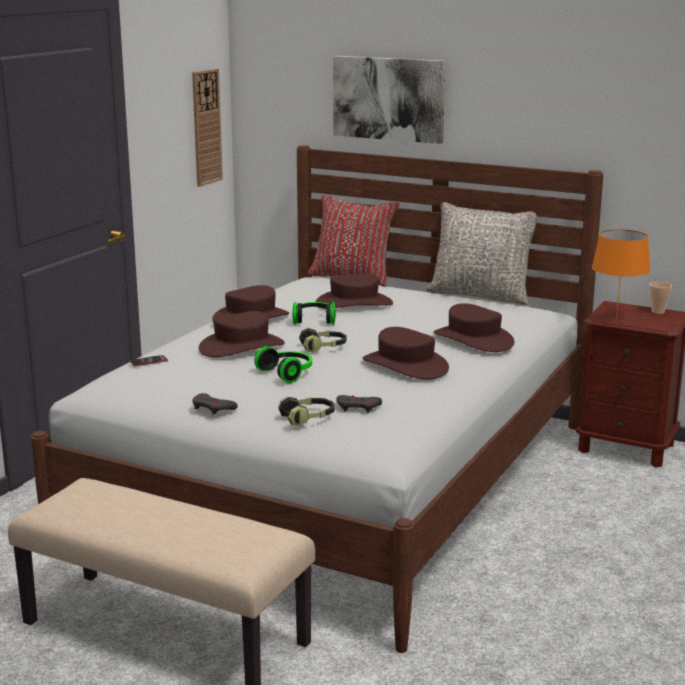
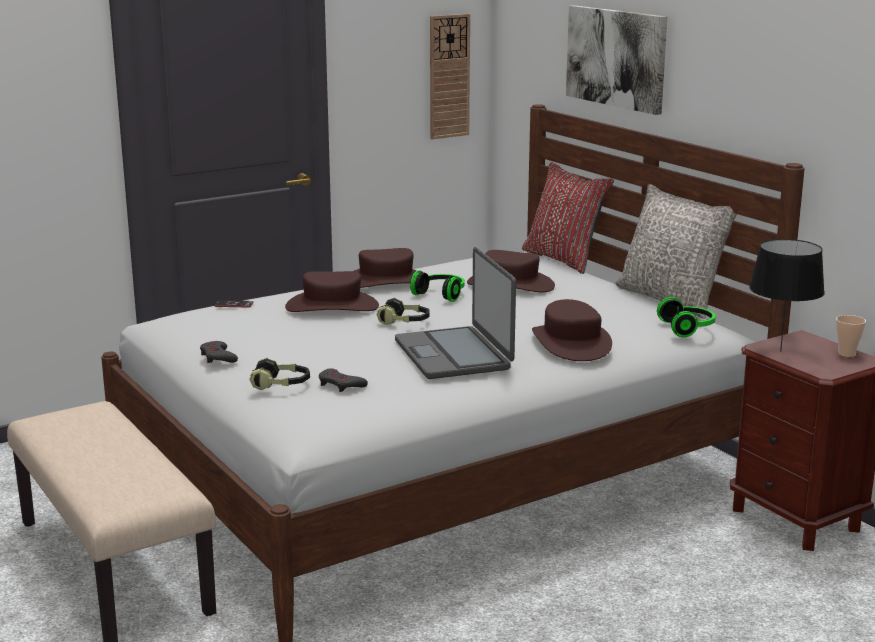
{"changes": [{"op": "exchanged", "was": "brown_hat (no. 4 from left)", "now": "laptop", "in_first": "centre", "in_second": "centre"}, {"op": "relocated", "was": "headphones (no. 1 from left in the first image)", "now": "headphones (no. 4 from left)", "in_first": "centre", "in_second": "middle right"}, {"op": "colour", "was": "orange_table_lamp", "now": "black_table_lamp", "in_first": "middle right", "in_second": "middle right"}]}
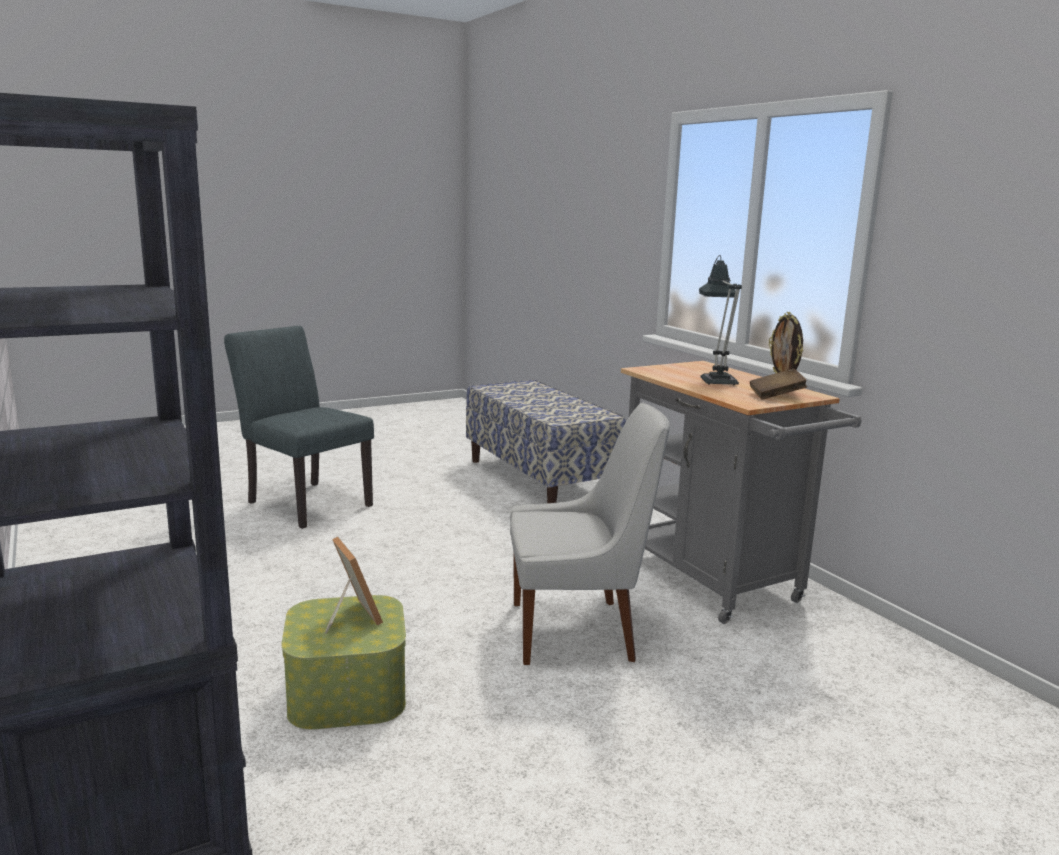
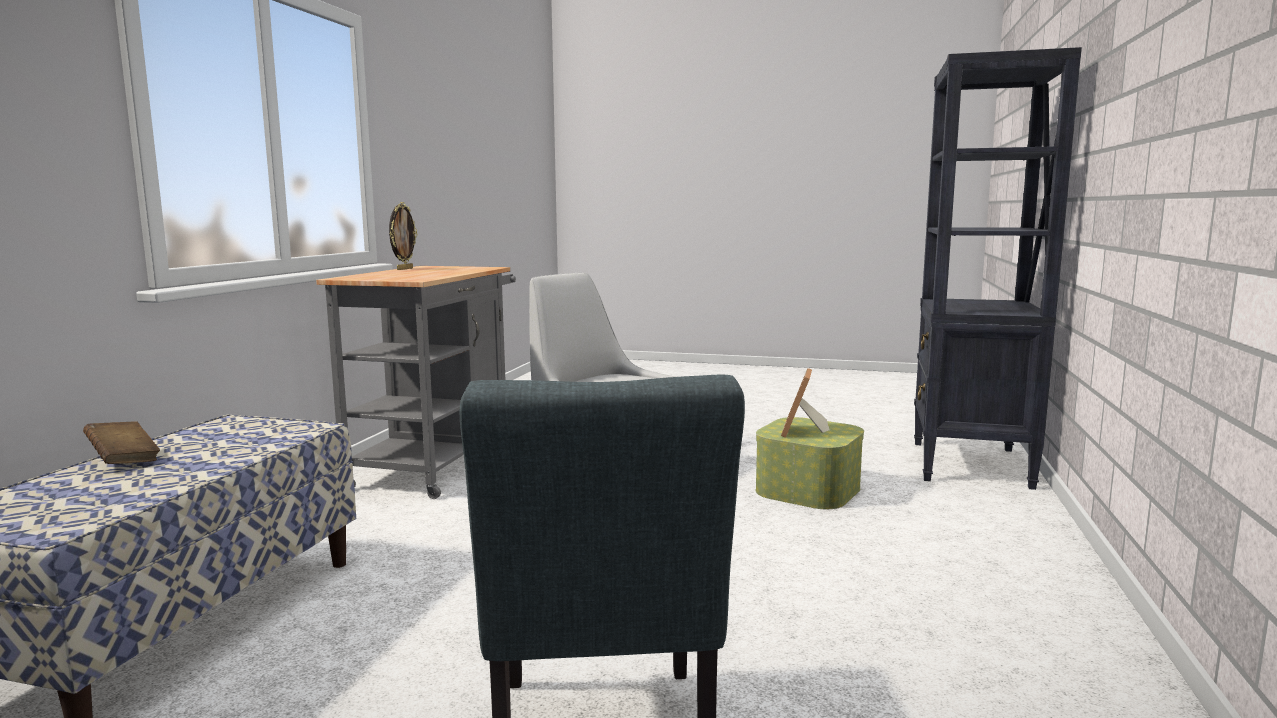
{"changes": [{"op": "relocated", "was": "brown_book", "in_first": "middle right", "in_second": "middle left"}, {"op": "missing", "was": "table_lamp", "in_first": "middle right"}]}
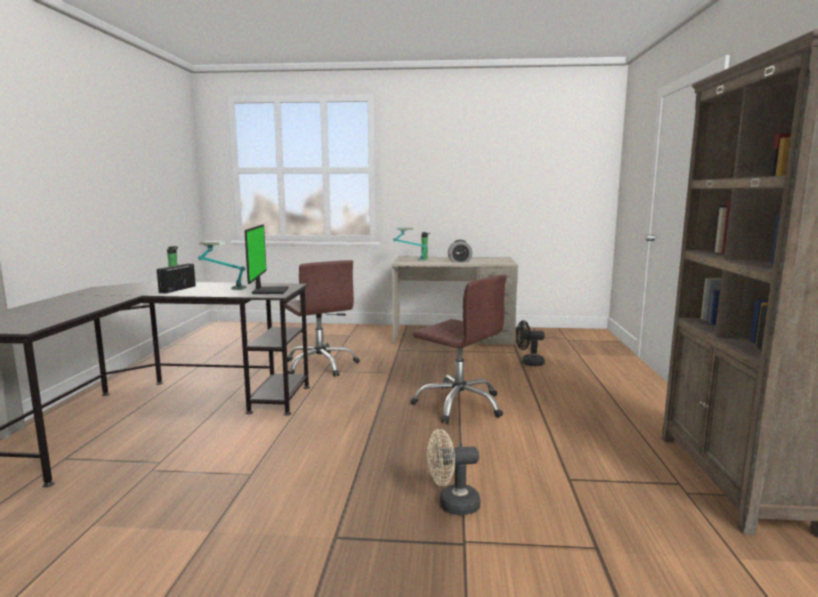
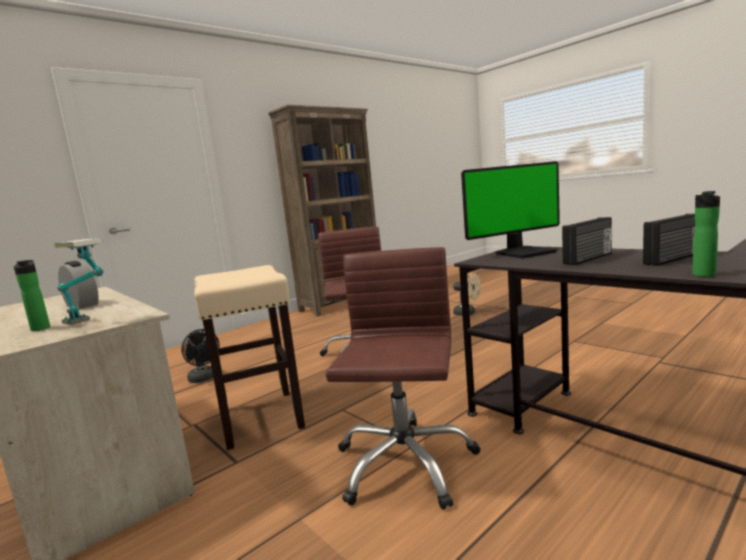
{"changes": [{"op": "appeared", "now": "beige_stool", "in_second": "centre"}, {"op": "spun", "was": "monitor", "in_first": "middle left", "in_second": "middle right", "clockwise": -150}, {"op": "exchanged", "was": "table_lamp (no. 1 from left)", "now": "radio (no. 1 from left)", "in_first": "middle left", "in_second": "middle right"}]}
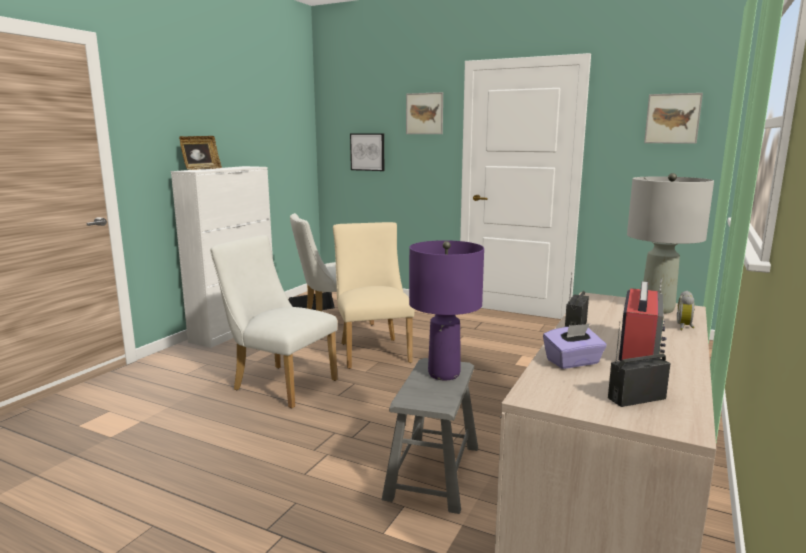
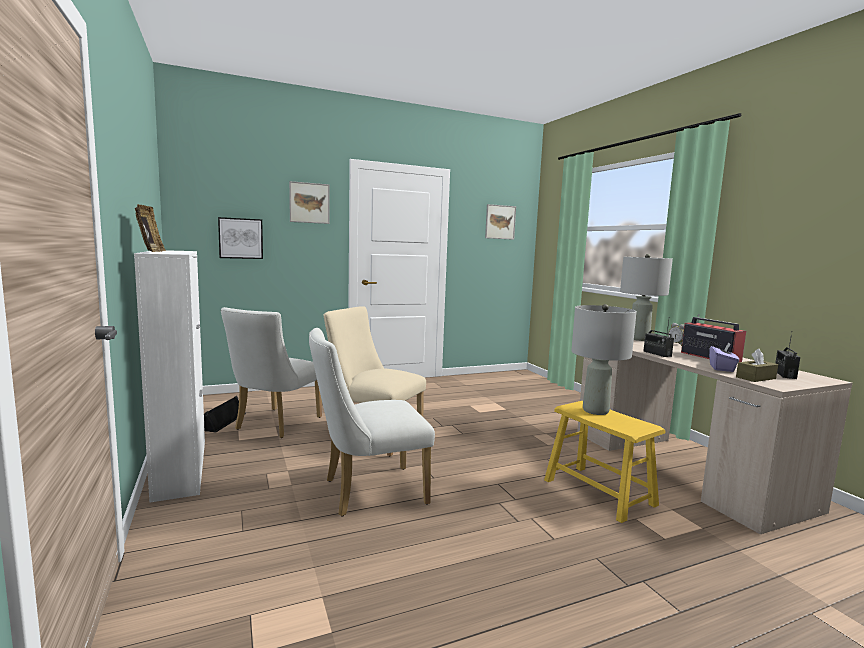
{"changes": [{"op": "colour", "was": "grey_stool", "now": "yellow_stool", "in_first": "bottom centre", "in_second": "bottom right"}, {"op": "colour", "was": "purple_table_lamp", "now": "grey_table_lamp (no. 1 from left)", "in_first": "centre", "in_second": "middle right"}, {"op": "appeared", "now": "brown_tissue_box", "in_second": "middle right"}]}
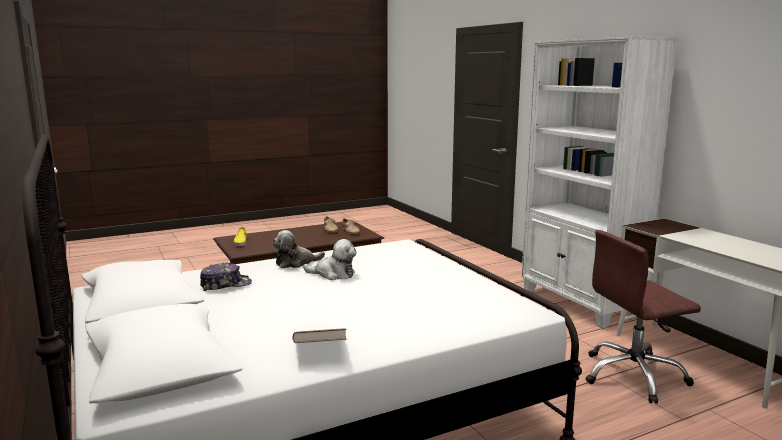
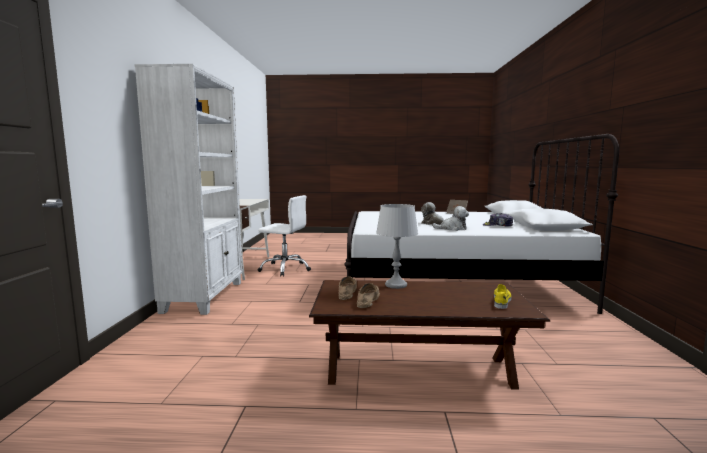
{"changes": [{"op": "colour", "was": "brown_office_chair", "now": "white_office_chair", "in_first": "bottom right", "in_second": "centre"}, {"op": "appeared", "now": "grey_table_lamp", "in_second": "centre"}]}
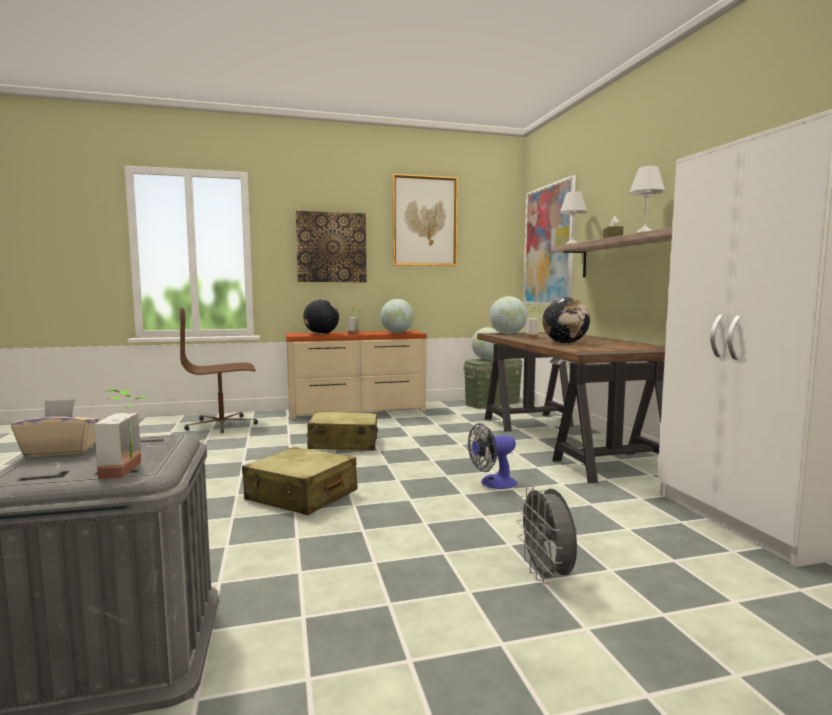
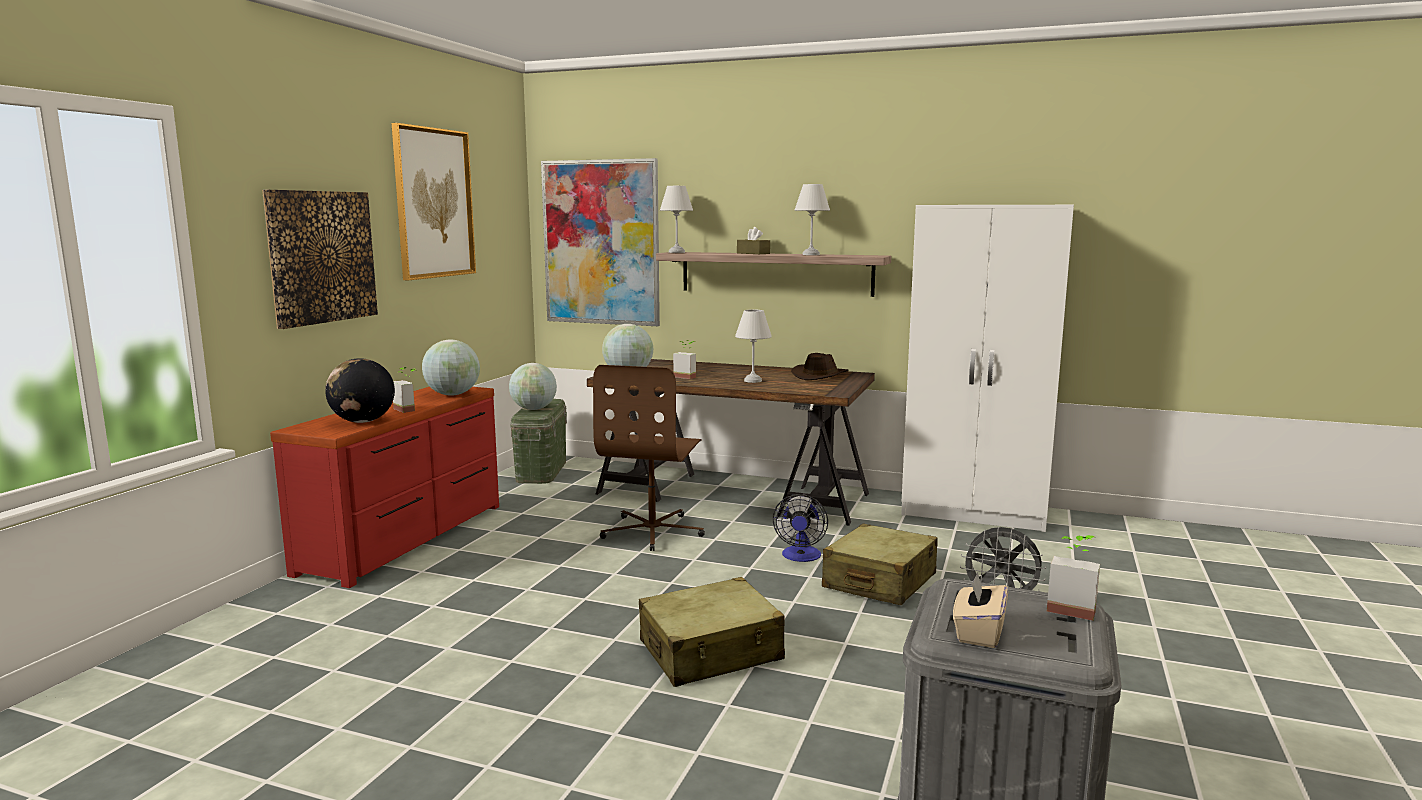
{"changes": [{"op": "colour", "was": "beige_dresser", "now": "red_dresser", "in_first": "centre", "in_second": "middle left"}, {"op": "relocated", "was": "brown_office_chair", "in_first": "middle left", "in_second": "centre"}, {"op": "exchanged", "was": "globe (no. 5 from left)", "now": "white_table_lamp (no. 2 from left)", "in_first": "middle right", "in_second": "centre"}, {"op": "appeared", "now": "brown_hat", "in_second": "centre"}, {"op": "relocated", "was": "beige_suitcase (no. 2 from left)", "in_first": "centre", "in_second": "bottom centre"}]}
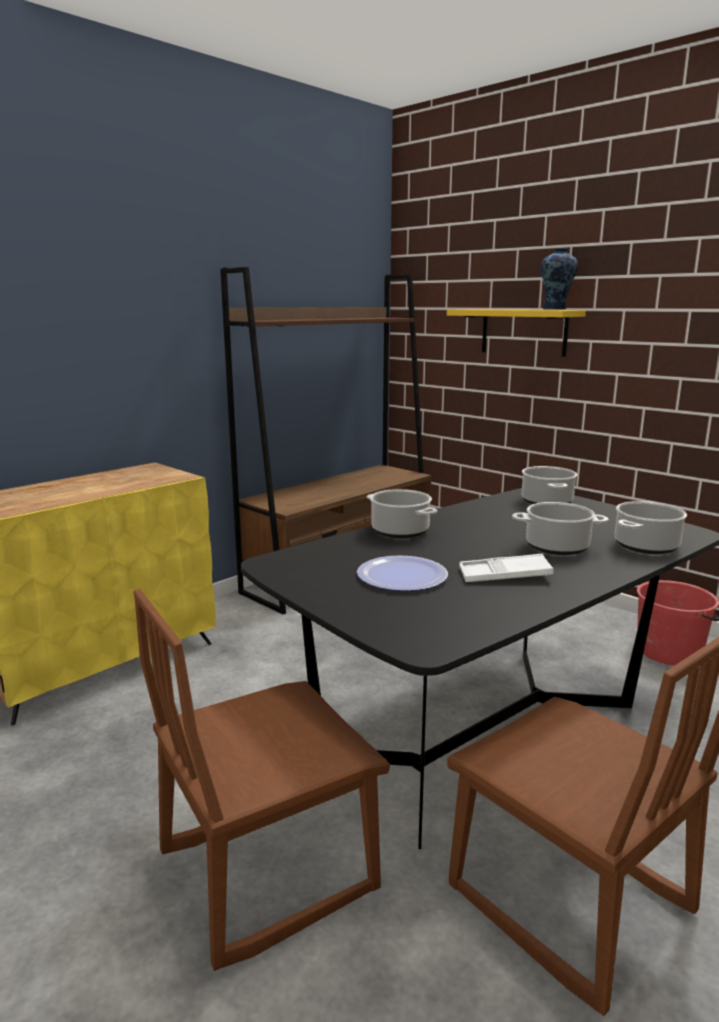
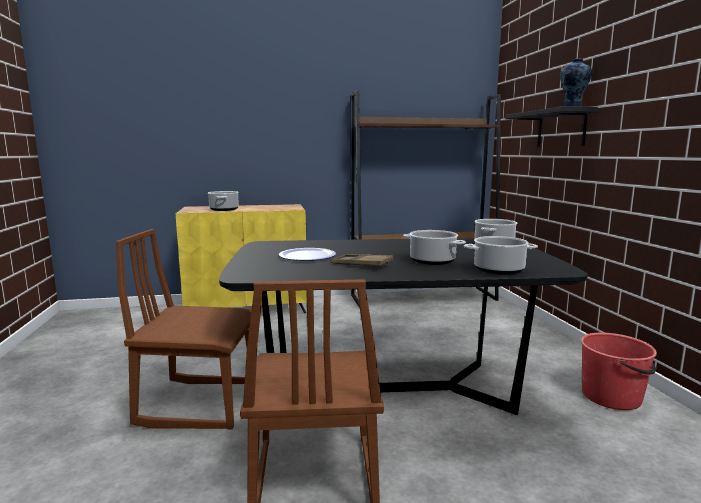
{"changes": [{"op": "relocated", "was": "cooking_pot (no. 1 from left)", "in_first": "centre", "in_second": "middle left"}, {"op": "colour", "was": "white_tray", "now": "brown_tray", "in_first": "middle right", "in_second": "centre"}, {"op": "colour", "was": "yellow_shelf", "now": "black_shelf", "in_first": "top right", "in_second": "top right"}]}
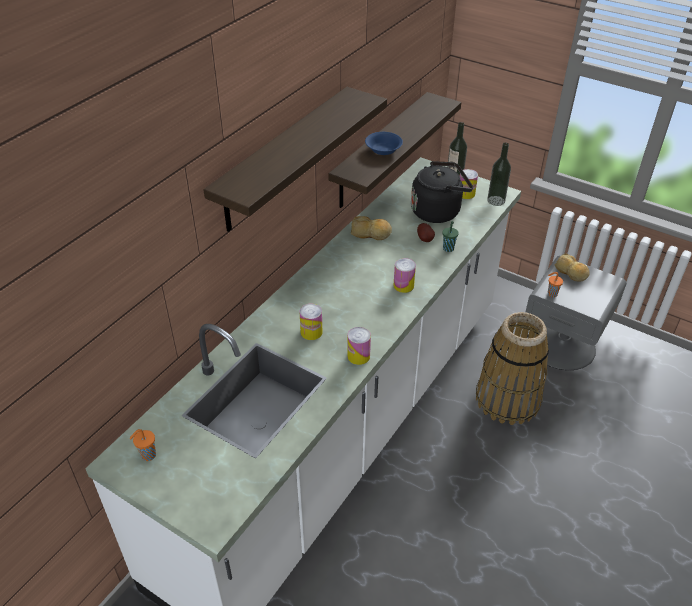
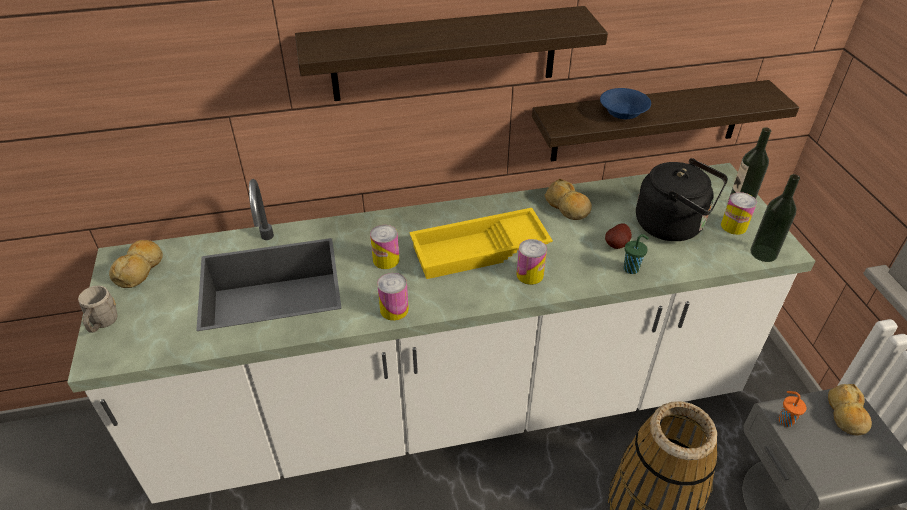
{"changes": [{"op": "appeared", "now": "grey_mug", "in_second": "middle left"}, {"op": "exchanged", "was": "orange_cup (no. 1 from left)", "now": "bread (no. 1 from left)", "in_first": "bottom left", "in_second": "middle left"}, {"op": "appeared", "now": "yellow_tray", "in_second": "centre"}]}
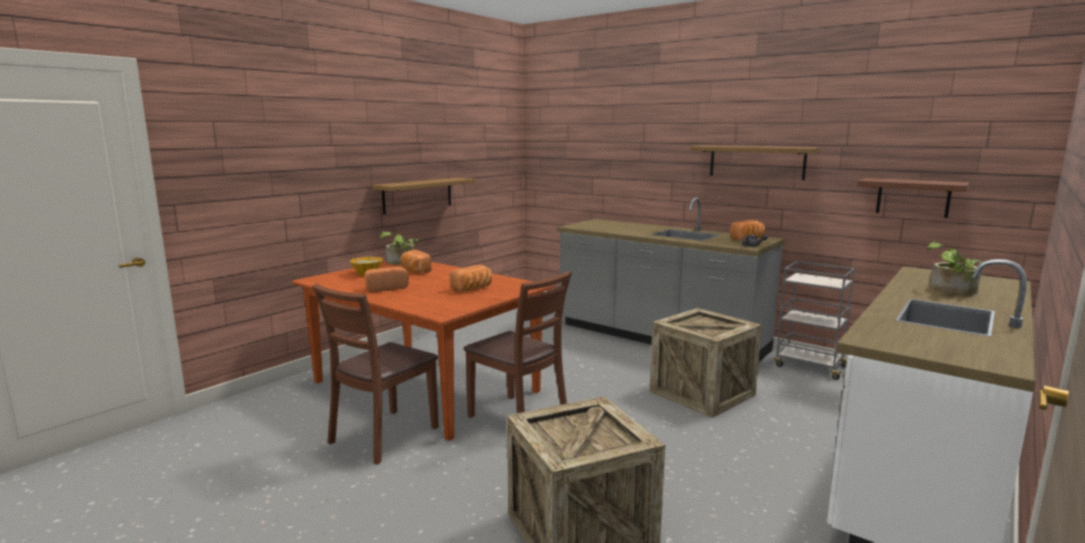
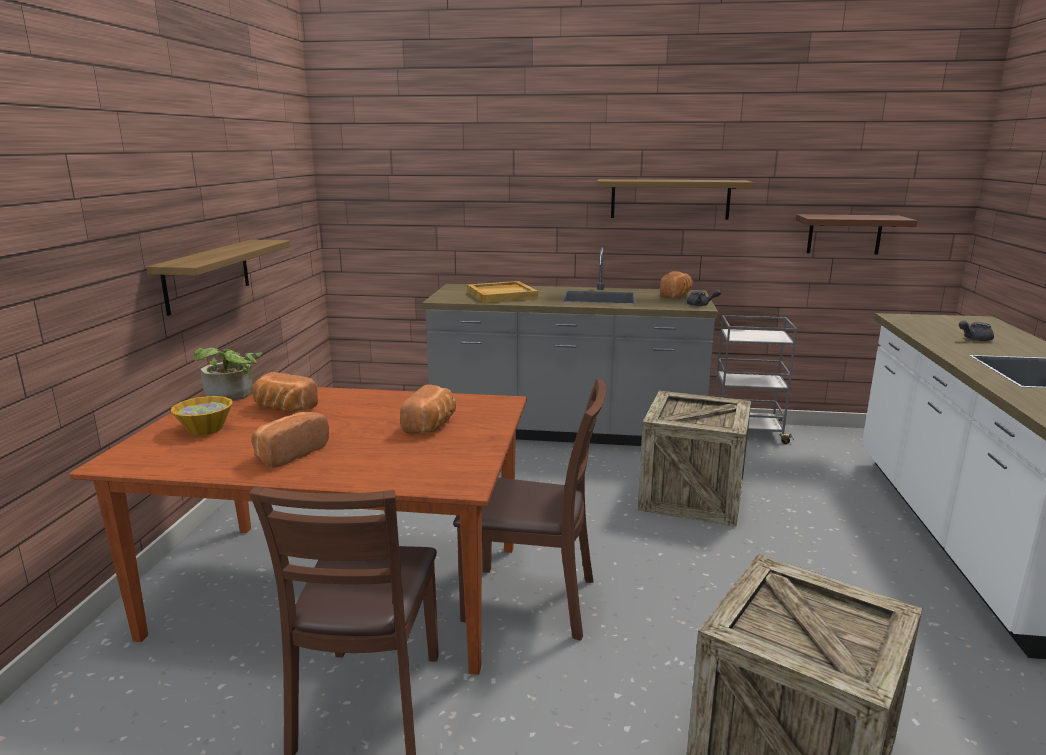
{"changes": [{"op": "appeared", "now": "beige_tray", "in_second": "centre"}, {"op": "exchanged", "was": "potted_plant (no. 2 from left)", "now": "grey_teapot (no. 2 from left)", "in_first": "middle right", "in_second": "middle right"}]}
